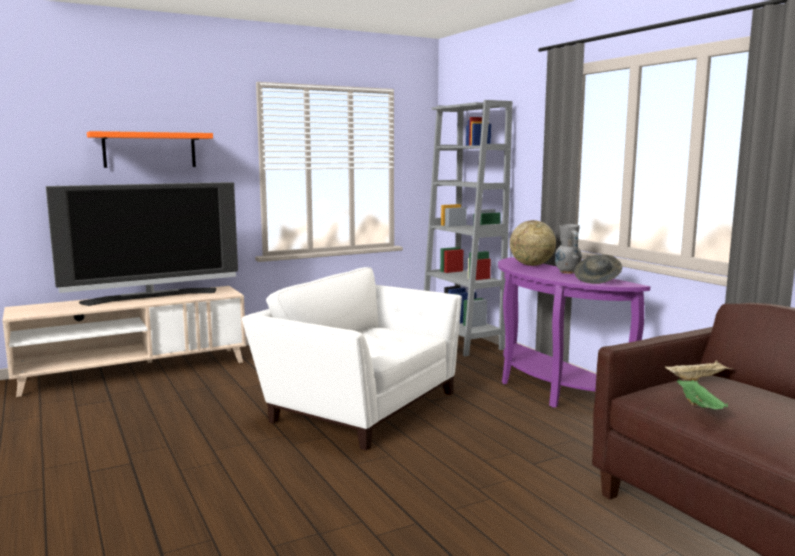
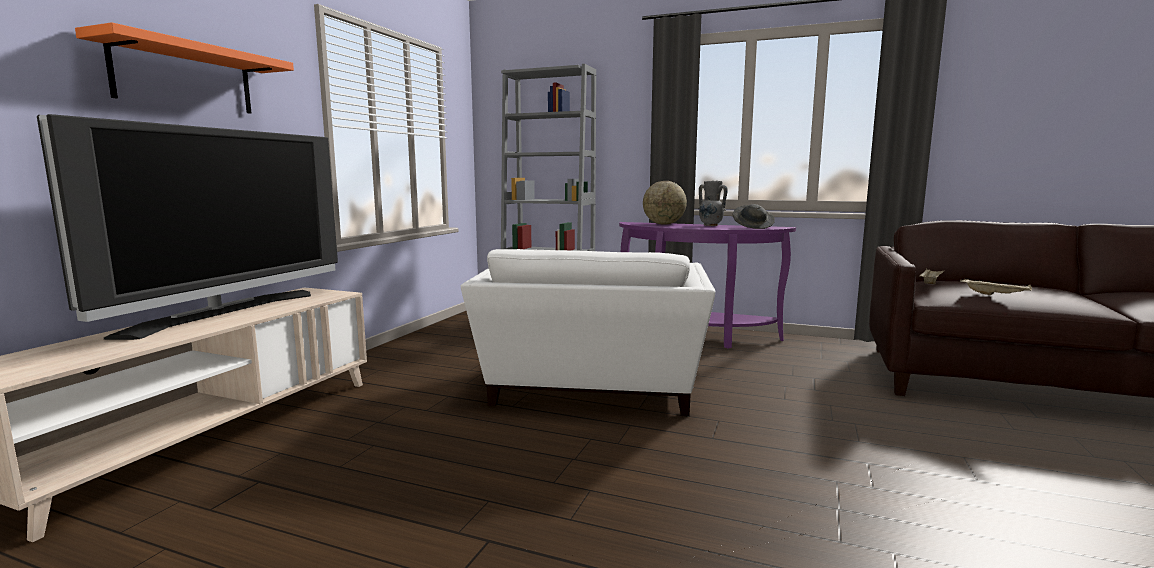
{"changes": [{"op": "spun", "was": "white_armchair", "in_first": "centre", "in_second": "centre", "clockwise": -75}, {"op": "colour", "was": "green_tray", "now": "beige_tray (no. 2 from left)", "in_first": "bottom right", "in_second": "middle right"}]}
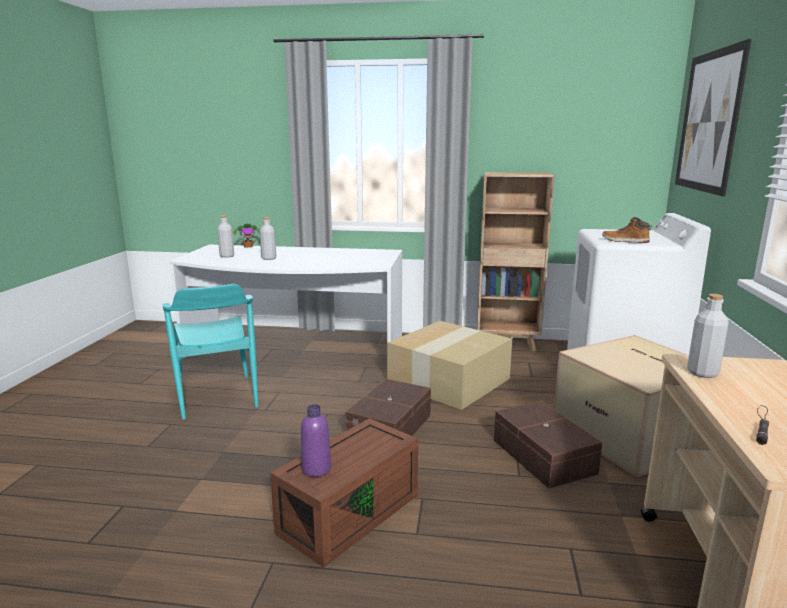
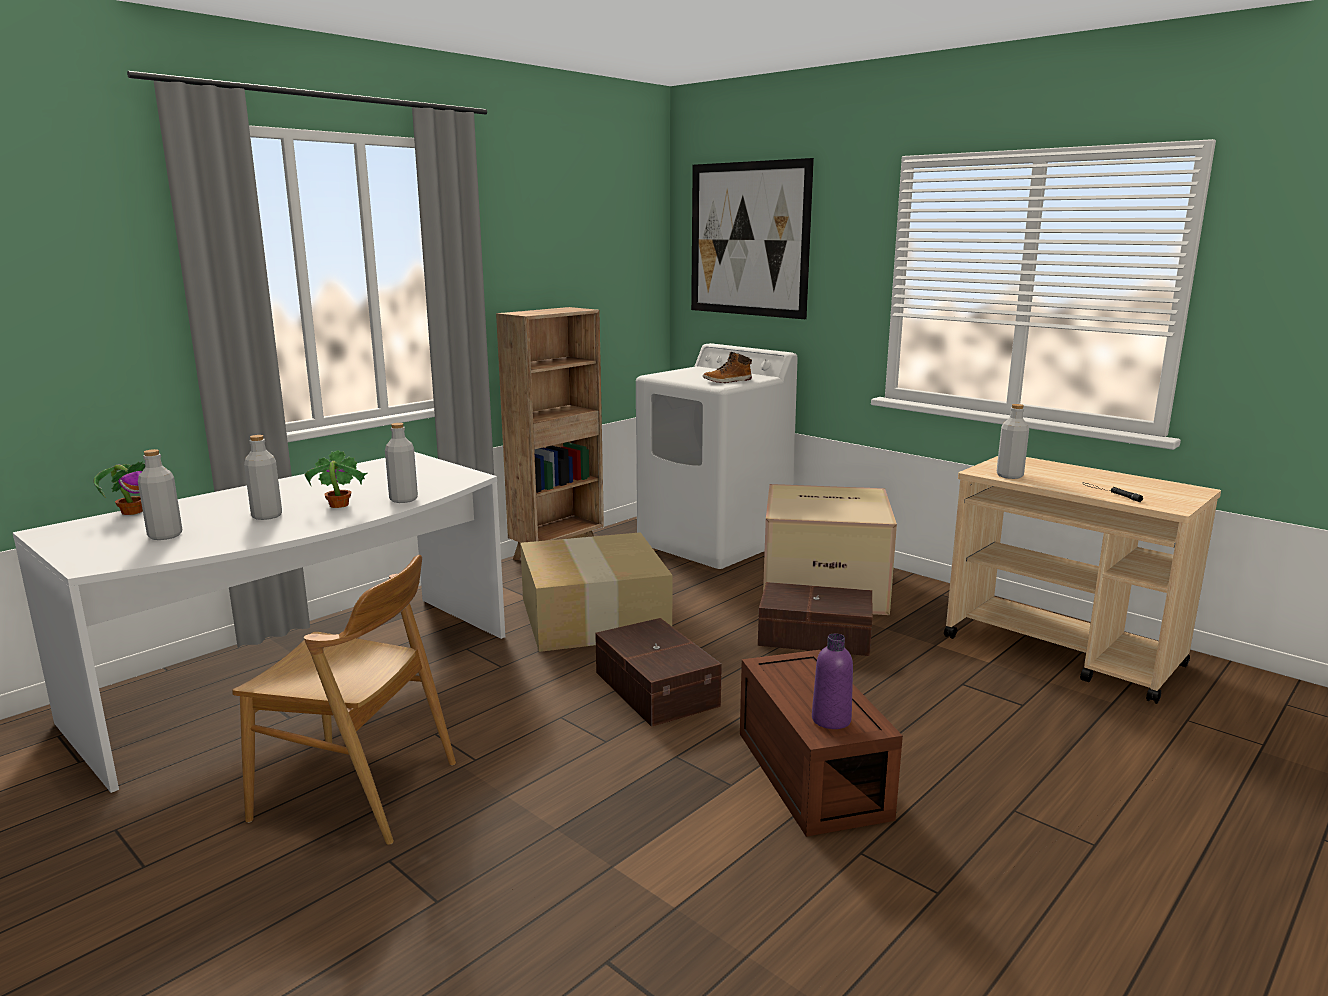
{"changes": [{"op": "colour", "was": "turquoise_chair", "now": "brown_chair", "in_first": "middle left", "in_second": "bottom left"}, {"op": "appeared", "now": "potted_plant (no. 2 from left)", "in_second": "middle left"}, {"op": "appeared", "now": "grey_bottle (no. 3 from left)", "in_second": "middle left"}]}
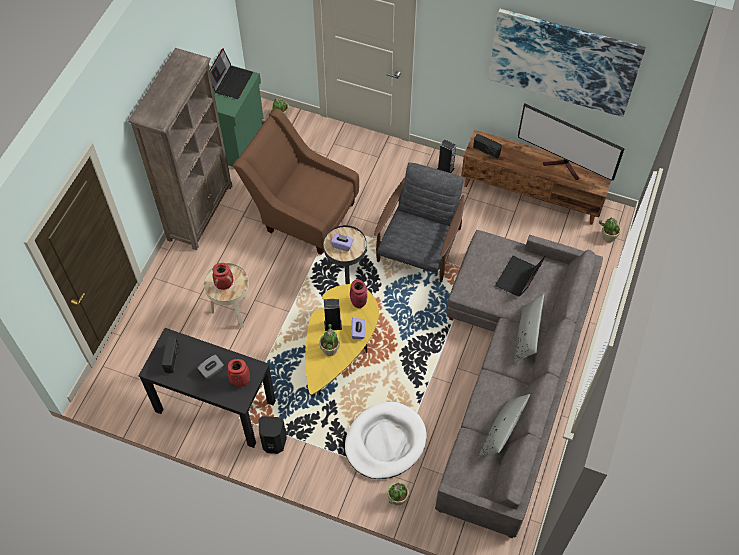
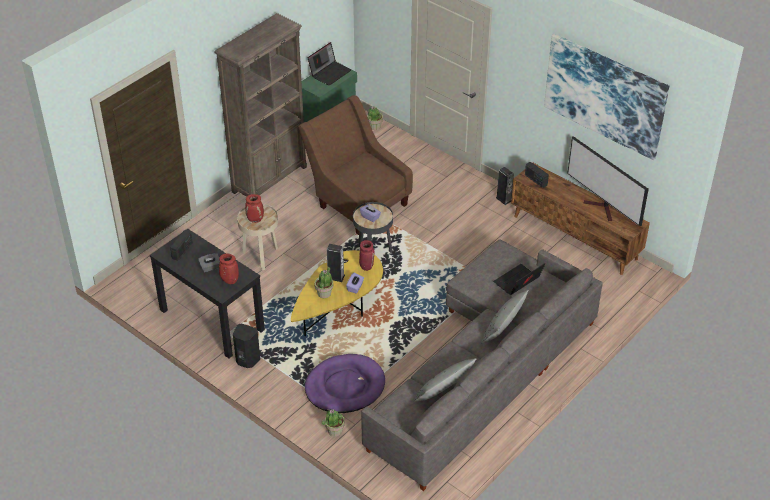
{"changes": [{"op": "colour", "was": "white_dog_bed", "now": "purple_dog_bed", "in_first": "bottom centre", "in_second": "bottom centre"}, {"op": "missing", "was": "grey_armchair", "in_first": "centre"}, {"op": "missing", "was": "potted_plant (no. 4 from left)", "in_first": "middle right"}]}
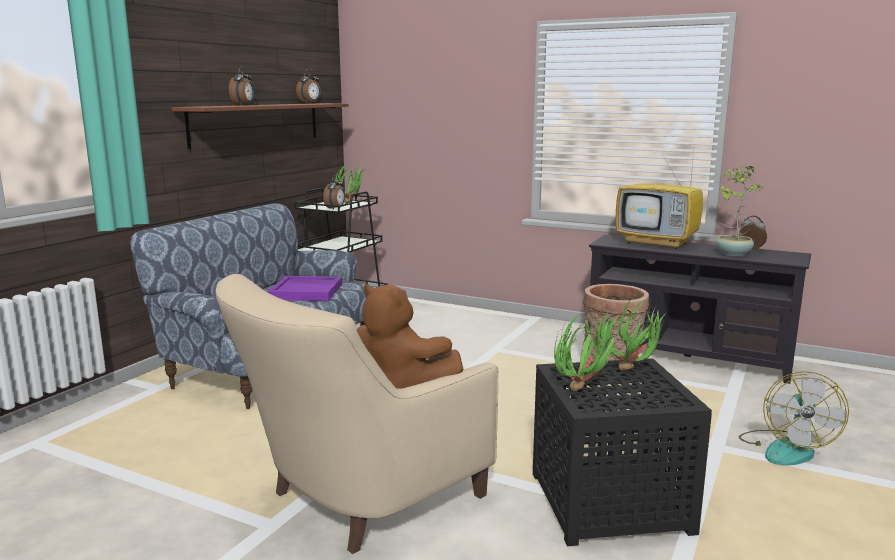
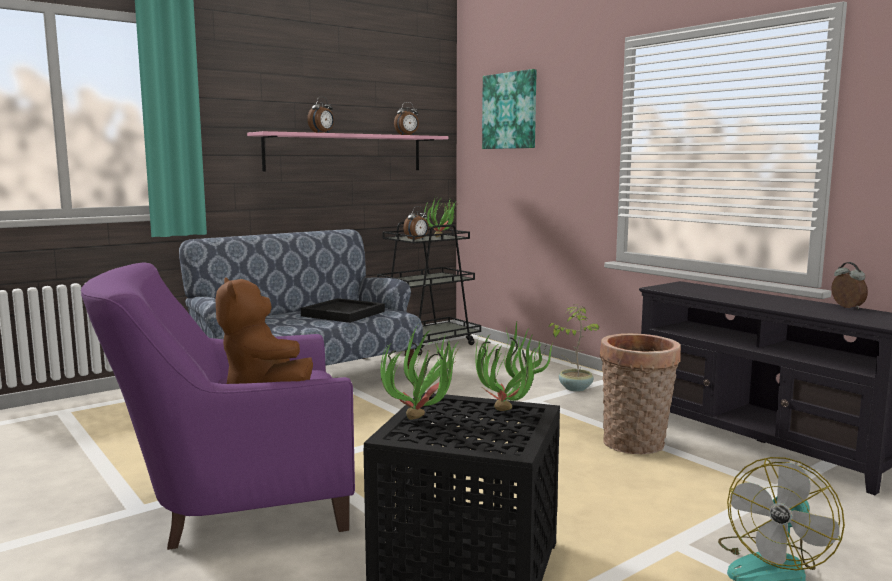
{"changes": [{"op": "colour", "was": "beige_armchair", "now": "purple_armchair", "in_first": "bottom centre", "in_second": "bottom left"}, {"op": "colour", "was": "brown_shelf", "now": "pink_shelf", "in_first": "top left", "in_second": "top centre"}, {"op": "colour", "was": "purple_tray", "now": "black_tray", "in_first": "centre", "in_second": "centre"}, {"op": "appeared", "now": "picture", "in_second": "top centre"}, {"op": "relocated", "was": "potted_plant (no. 4 from left)", "in_first": "middle right", "in_second": "centre"}, {"op": "missing", "was": "television", "in_first": "middle right"}]}
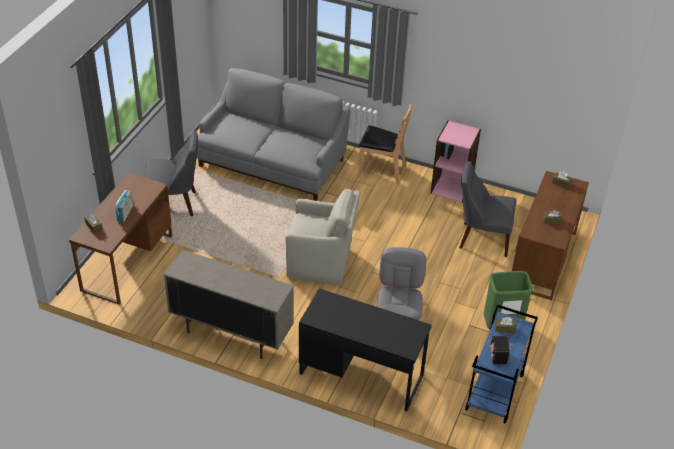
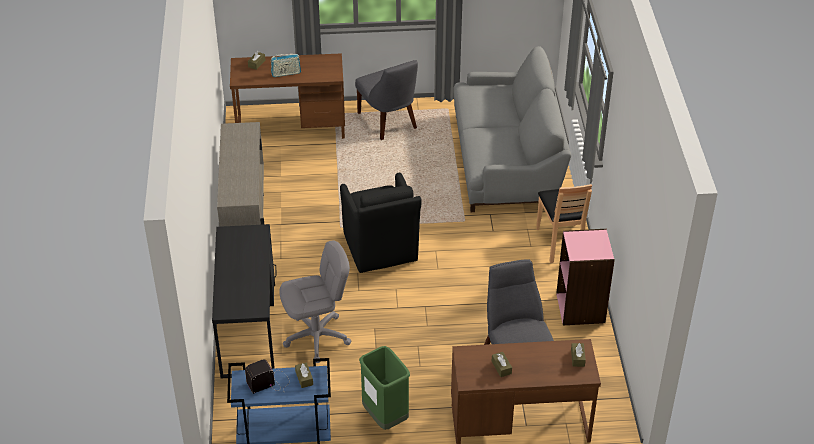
{"changes": [{"op": "colour", "was": "beige_armchair", "now": "black_armchair", "in_first": "centre", "in_second": "centre"}]}
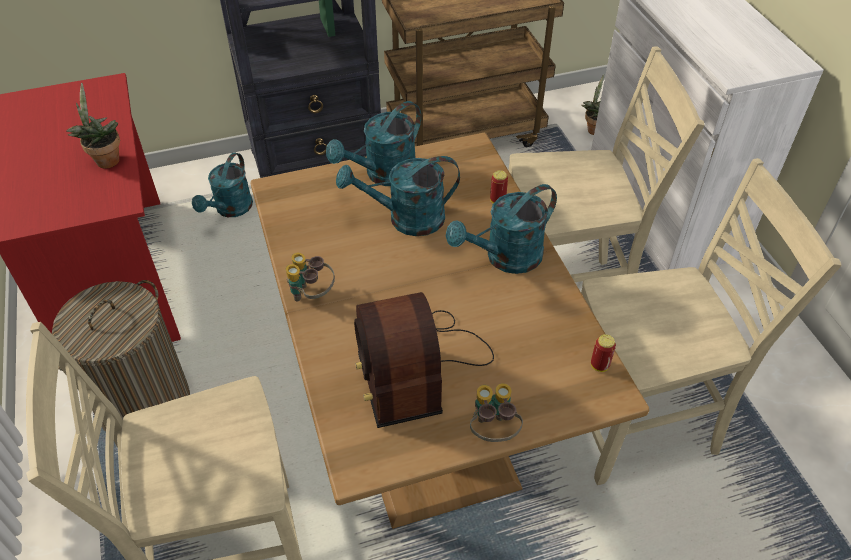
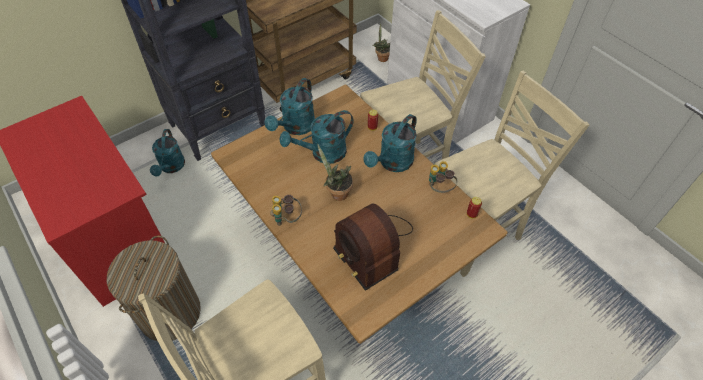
{"changes": [{"op": "relocated", "was": "potted_plant (no. 1 from left)", "in_first": "top left", "in_second": "centre"}, {"op": "relocated", "was": "binoculars (no. 2 from left)", "in_first": "bottom centre", "in_second": "centre"}]}
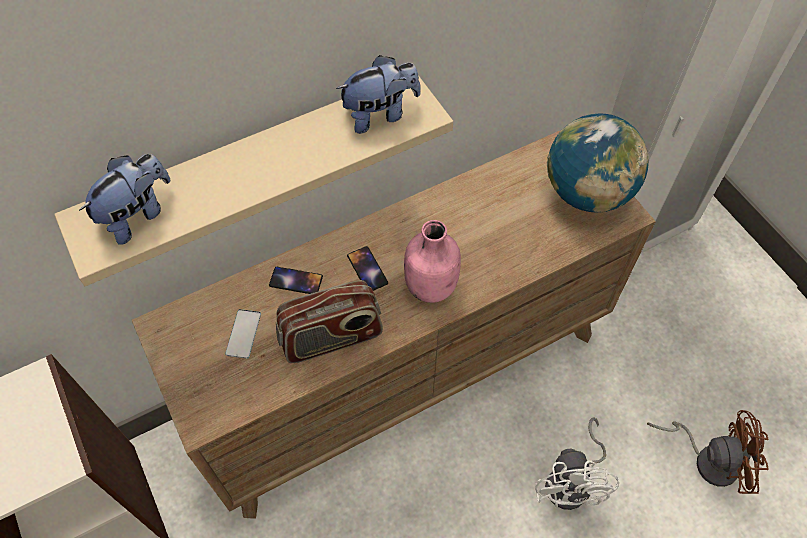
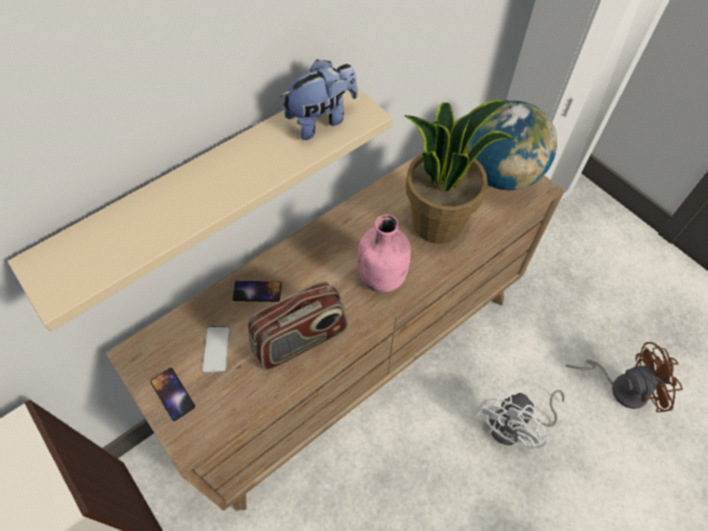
{"changes": [{"op": "relocated", "was": "phone (no. 3 from left in the first image)", "now": "phone (no. 1 from left)", "in_first": "centre", "in_second": "bottom left"}, {"op": "appeared", "now": "potted_plant", "in_second": "top centre"}, {"op": "spun", "was": "white_fan", "in_first": "bottom right", "in_second": "bottom right", "clockwise": 45}, {"op": "missing", "was": "plush_toy (no. 1 from left)", "in_first": "middle left"}]}
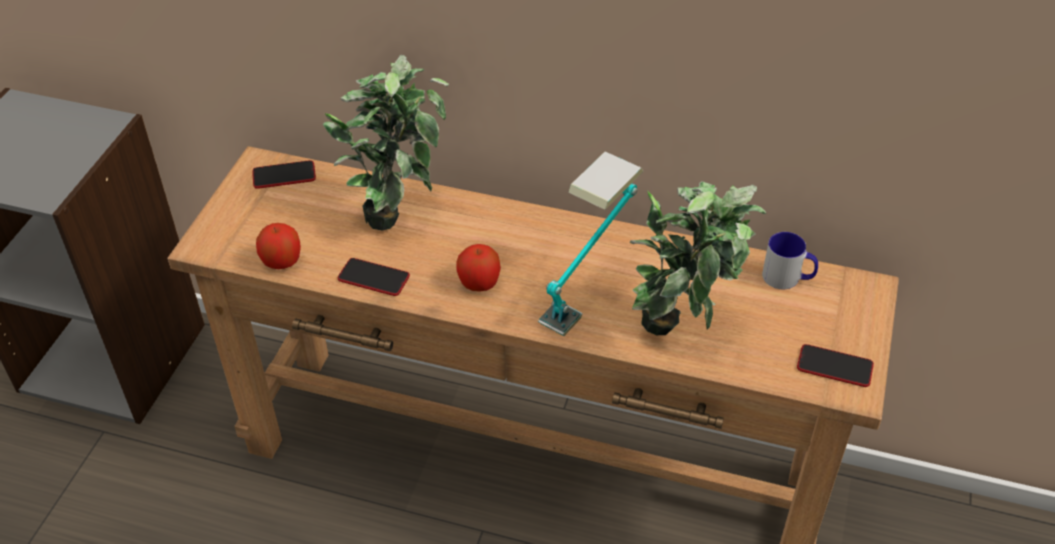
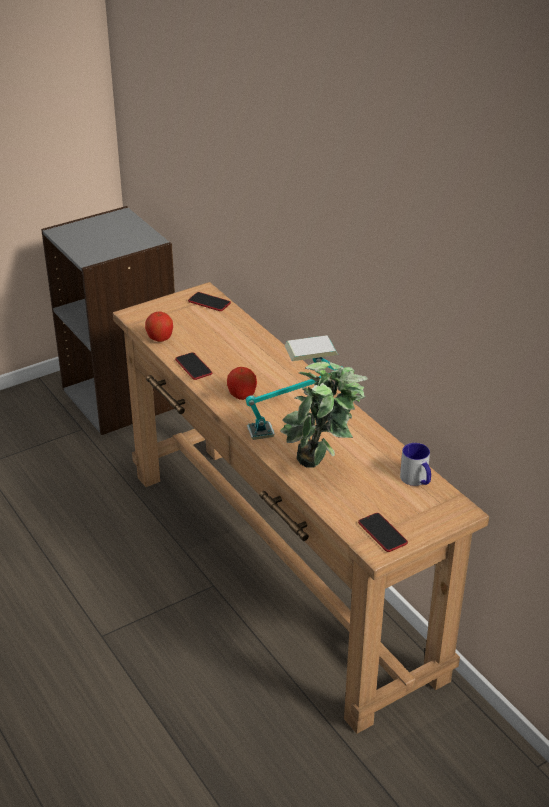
{"changes": [{"op": "missing", "was": "potted_plant (no. 1 from left)", "in_first": "top centre"}]}
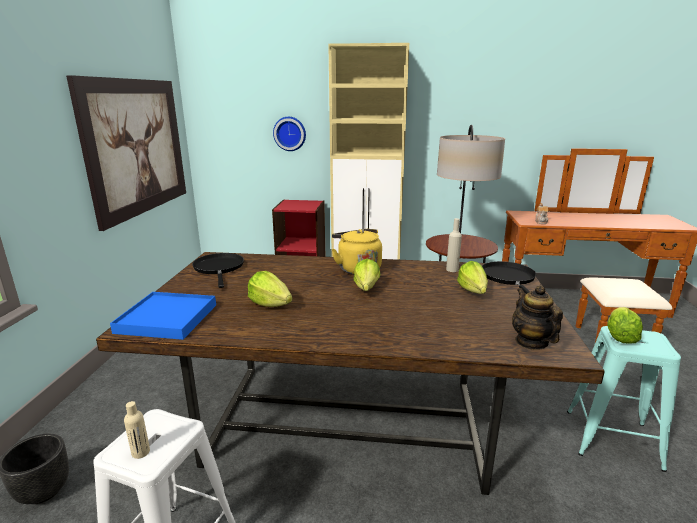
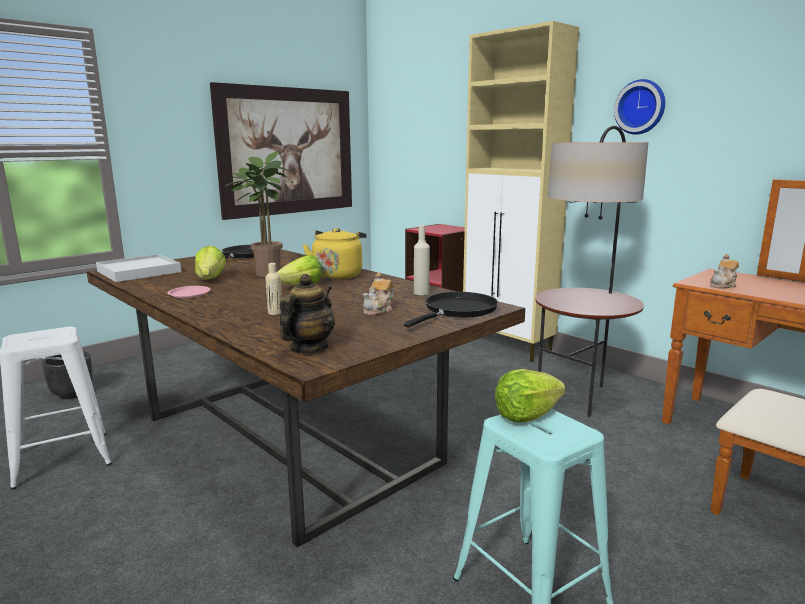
{"changes": [{"op": "colour", "was": "blue_tray", "now": "white_tray", "in_first": "middle left", "in_second": "middle left"}, {"op": "appeared", "now": "pink_plate", "in_second": "middle left"}, {"op": "appeared", "now": "potted_plant", "in_second": "middle left"}, {"op": "relocated", "was": "beige_bottle (no. 1 from left)", "in_first": "bottom left", "in_second": "centre"}, {"op": "exchanged", "was": "lettuce (no. 3 from left)", "now": "teapot (no. 2 from left)", "in_first": "middle right", "in_second": "centre"}, {"op": "relocated", "was": "wall_clock", "in_first": "top centre", "in_second": "top right"}]}
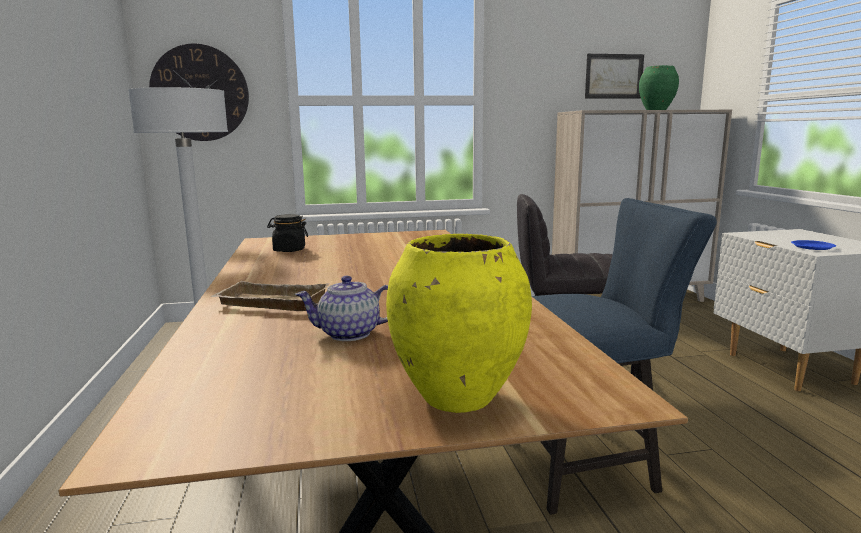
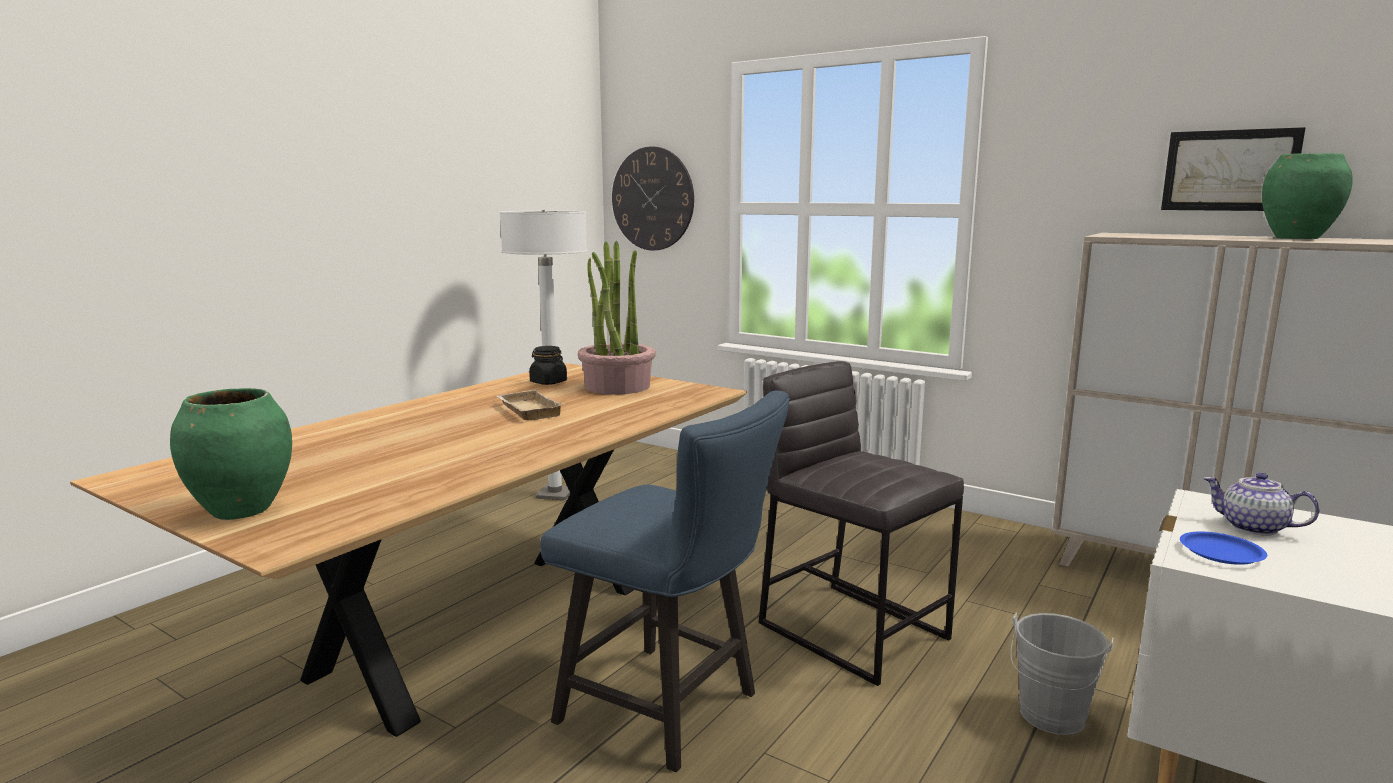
{"changes": [{"op": "colour", "was": "yellow_vase", "now": "green_vase (no. 1 from left)", "in_first": "centre", "in_second": "middle left"}, {"op": "relocated", "was": "beige_tray", "in_first": "middle left", "in_second": "centre"}, {"op": "appeared", "now": "potted_plant", "in_second": "centre"}, {"op": "appeared", "now": "grey_bucket", "in_second": "bottom right"}, {"op": "relocated", "was": "teapot", "in_first": "centre", "in_second": "middle right"}]}
